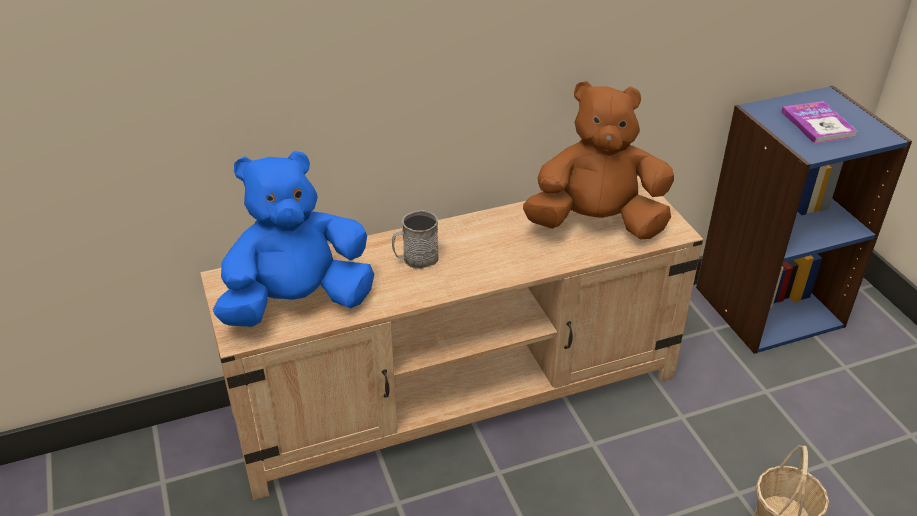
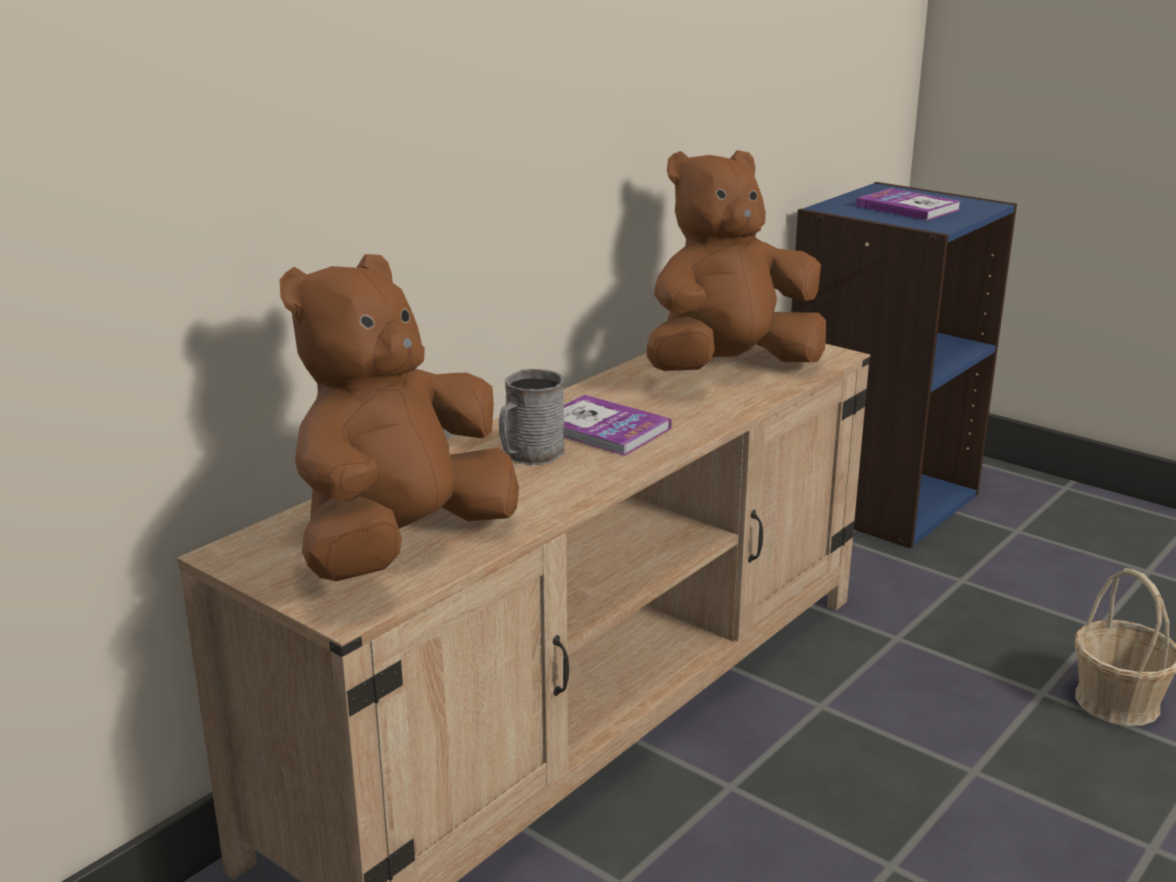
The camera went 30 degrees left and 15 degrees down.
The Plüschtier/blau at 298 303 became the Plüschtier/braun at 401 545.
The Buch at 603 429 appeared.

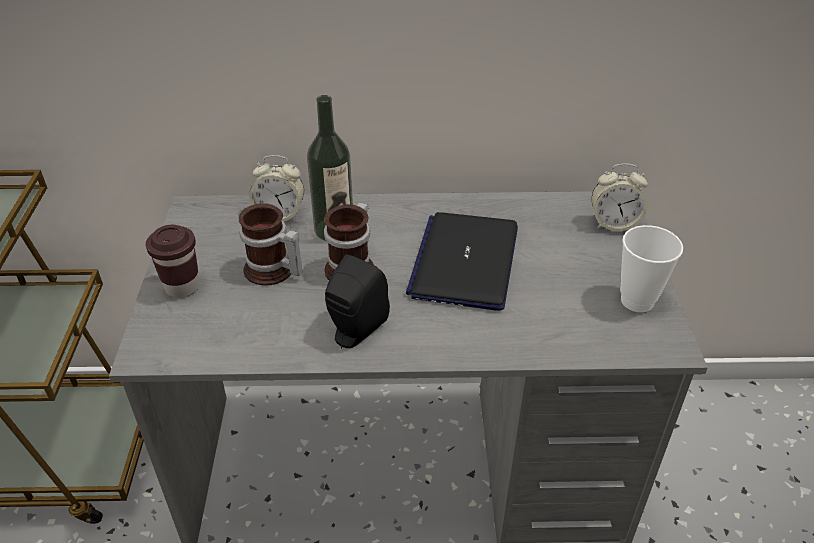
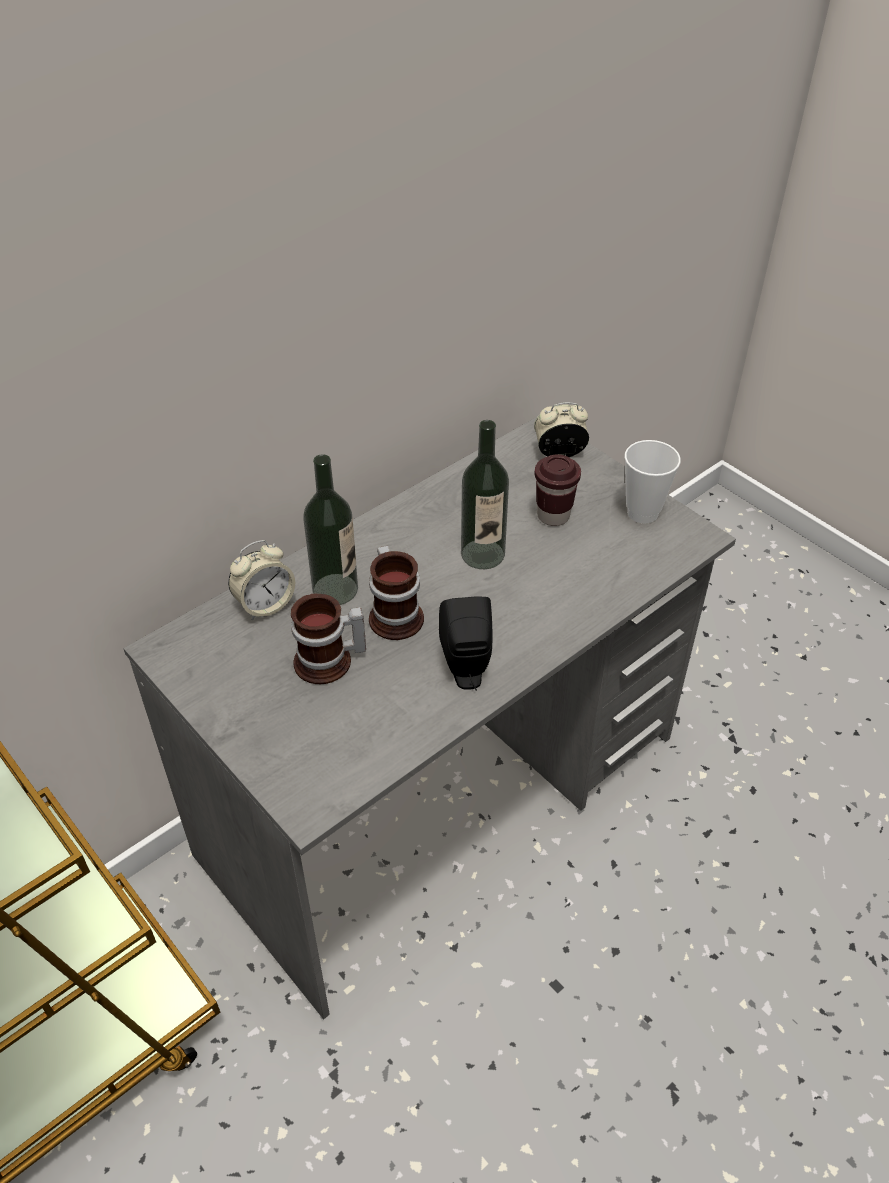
The camera went 40 degrees left and 5 degrees up.
The Tasse/braun moved from 182 287 to 553 516.
The Laptop at 465 261 was replaced by the Flasche at 482 554.
The Wecker at 613 224 turned 150 degrees counterclockwise.

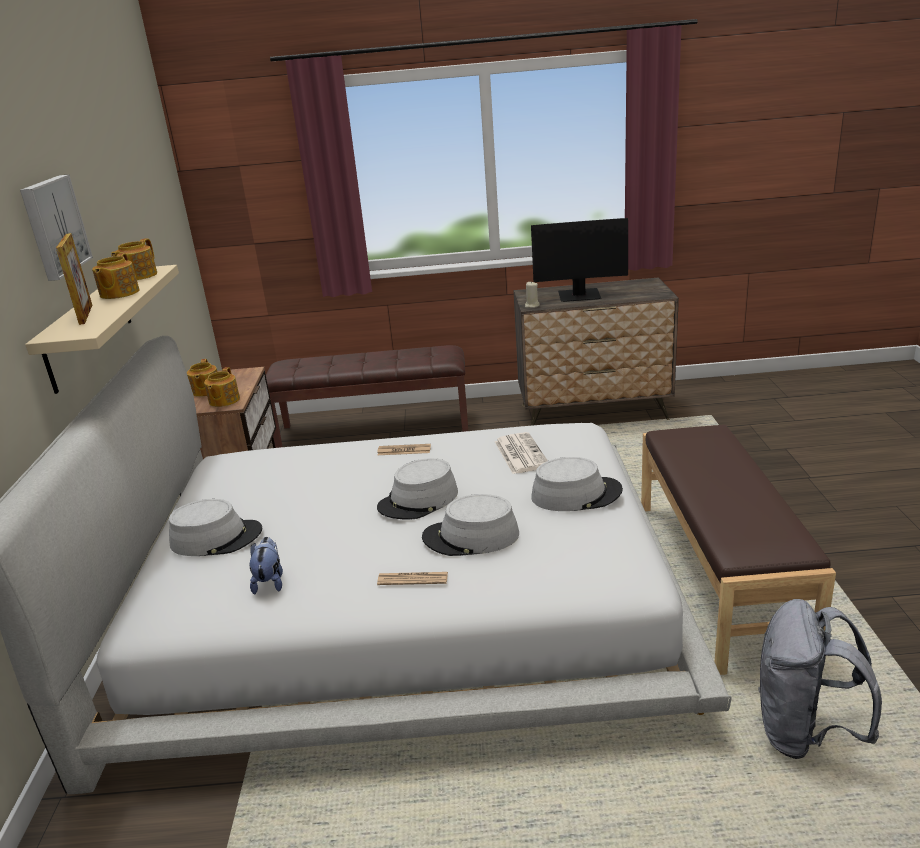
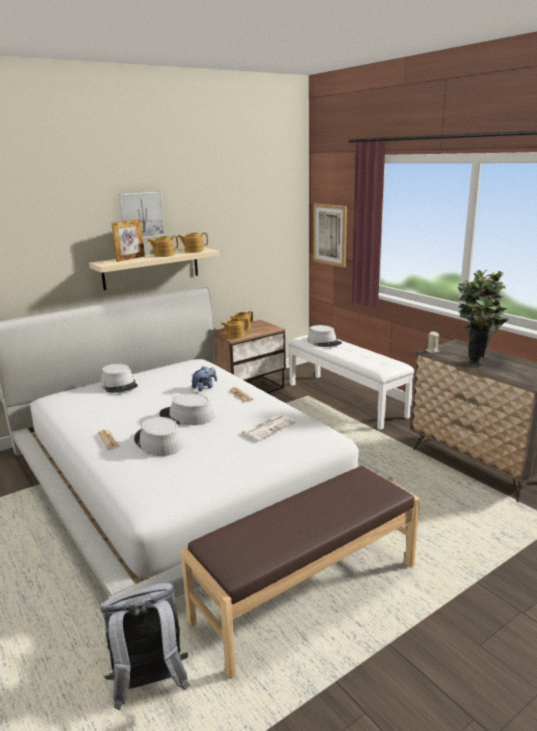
The camera went 55 degrees right and 5 degrees down.
The Plüschtier moved from 270 581 to 205 387.
The Bank/braun at 374 429 became the Bank/weiß at 346 399.
The Monitor at 579 296 was replaced by the Topfpflanze at 477 359.
The Hut/grau moved from 576 494 to 324 342.
The Bild at 329 234 appeared.

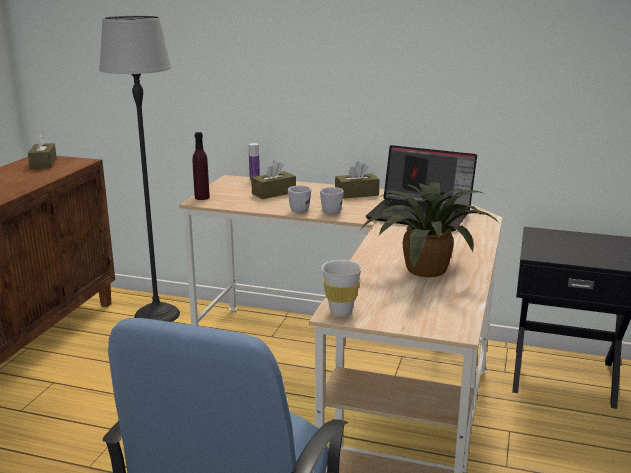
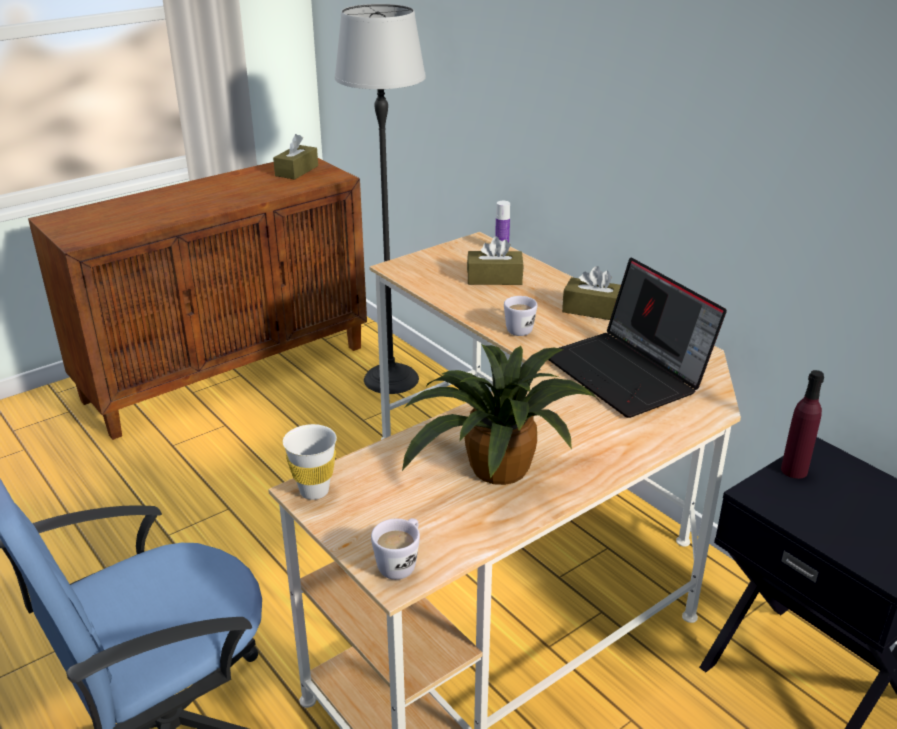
The camera went 35 degrees right and 10 degrees up.
The Flasche/lila moved from 202 197 to 794 470.
The Henkelbecher/weiß moved from 299 209 to 401 563.

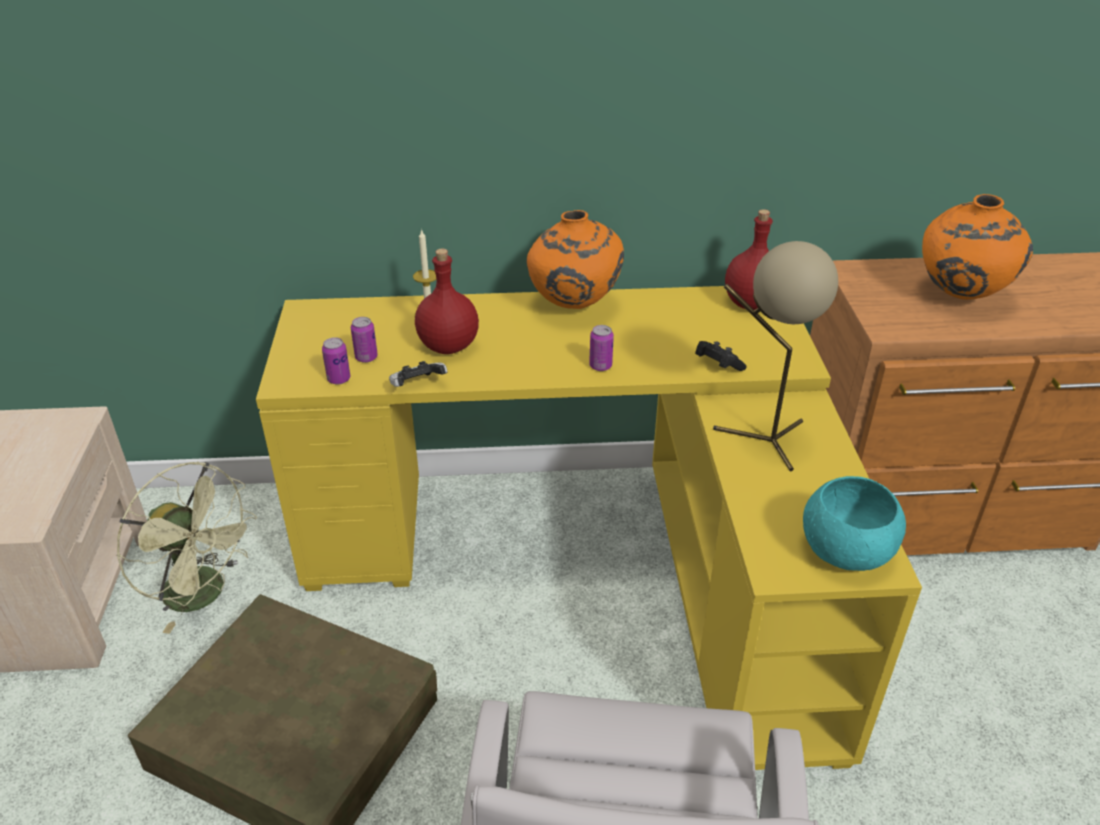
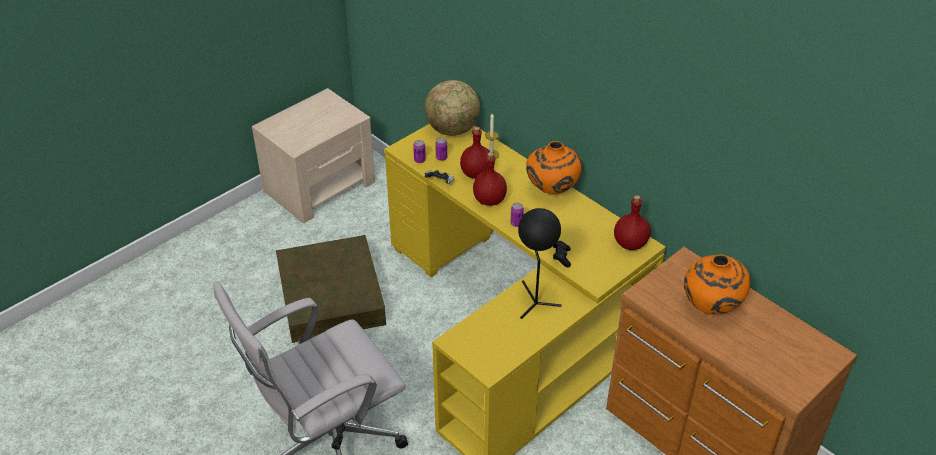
The camera went 50 degrees right and 5 degrees up.
The Ventilator/grün at 205 594 disappeared.
The Tischlampe/beige at 764 440 became the Tischlampe/schwarz at 534 300.
The Schüssel/türkis at 845 551 disappeared.
The Globus at 453 130 appeared.
The Flasche/rot at 489 200 appeared.

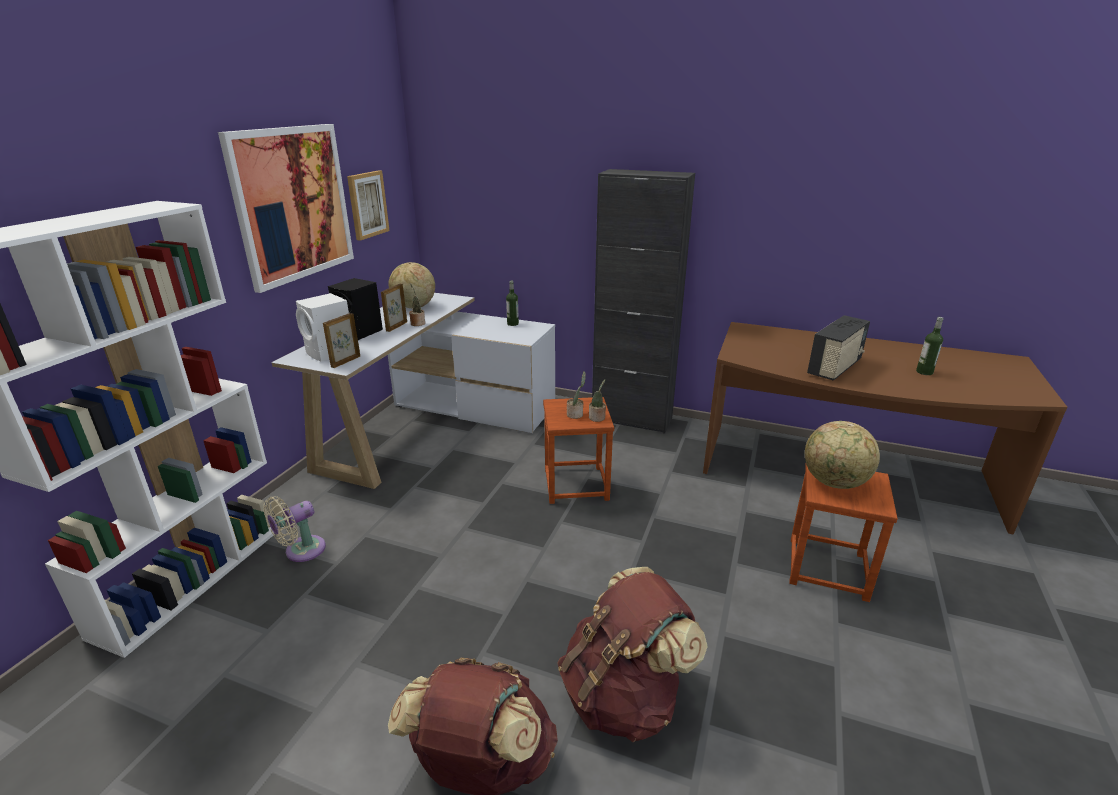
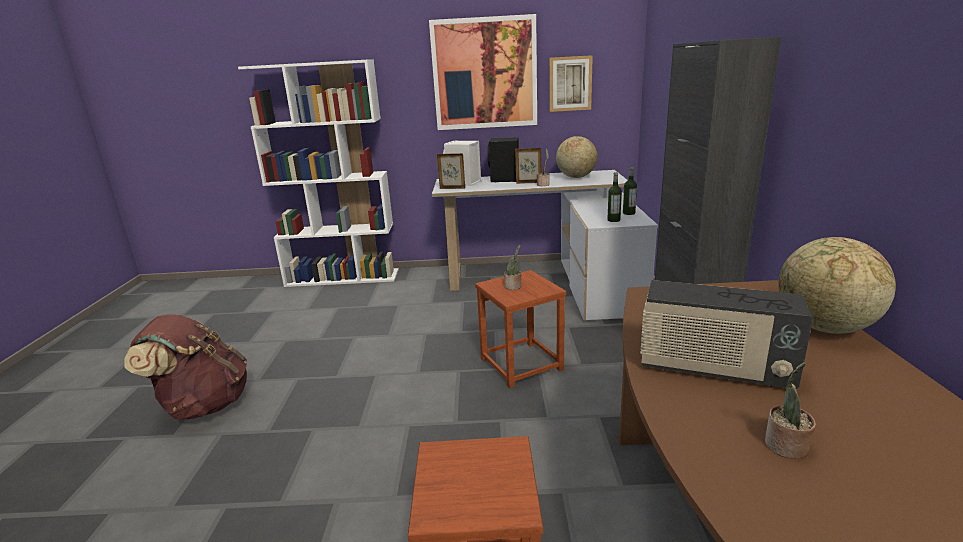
The camera went 70 degrees right and 5 degrees down.
The Ventilator/beige at 301 551 disappeared.
The Rucksack/braun at 623 696 disappeared.
The Topfpflanze moved from 597 418 to 785 447.
The Globus moved from 834 483 to 824 328.
The Flasche moved from 924 372 to 613 220.

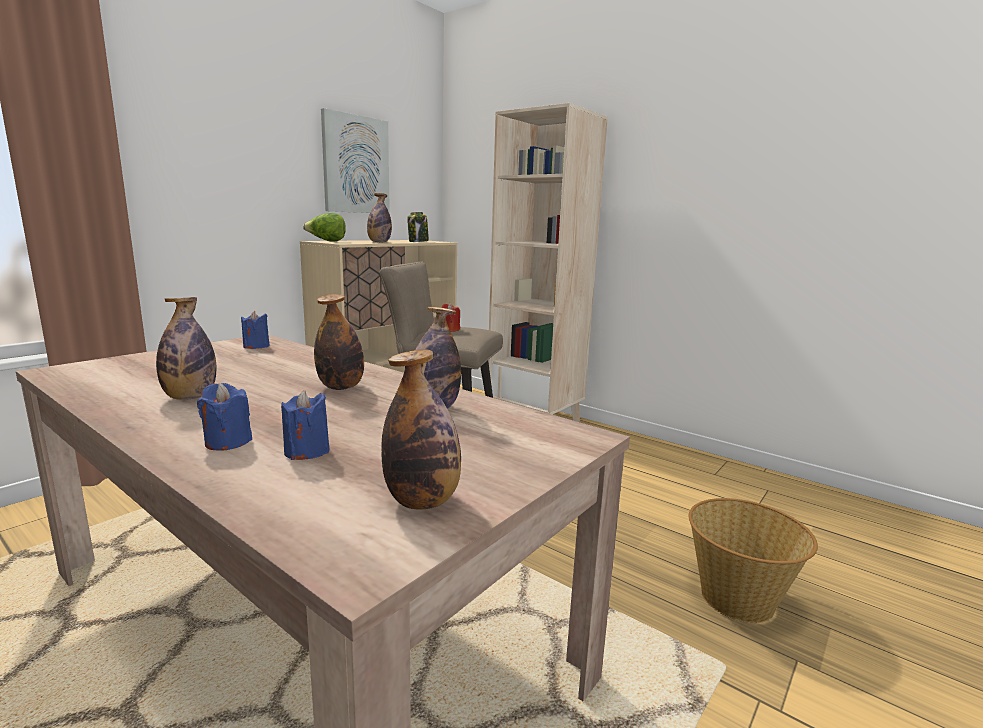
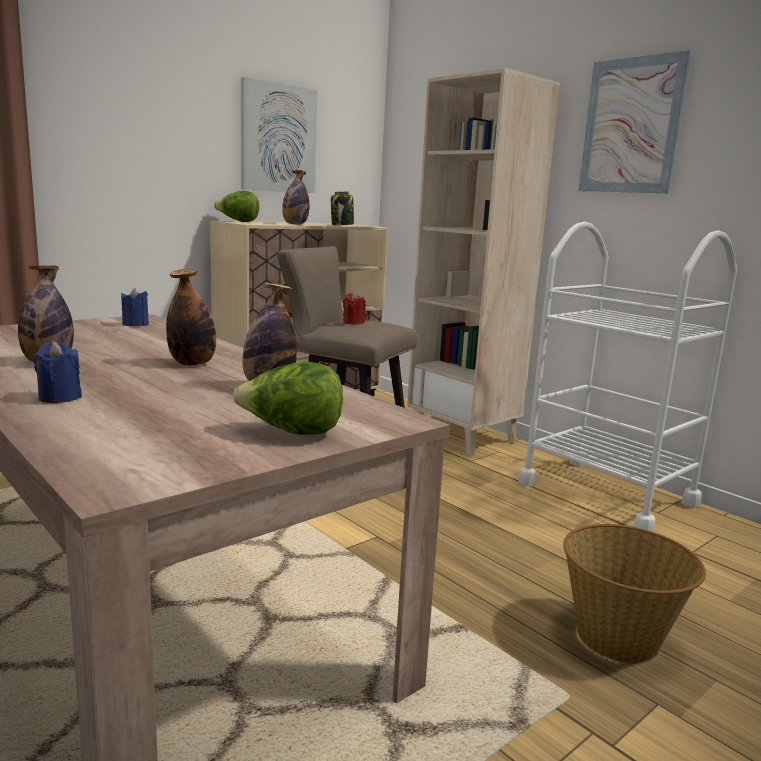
The camera went 10 degrees right and 0 degrees up.
The Kerze/blau at 307 451 disappeared.
The Flasche at 422 501 disappeared.
The Salatkopf at 292 433 appeared.
The Rollwagen/weiß at 607 493 appeared.
The Bild at 631 126 appeared.

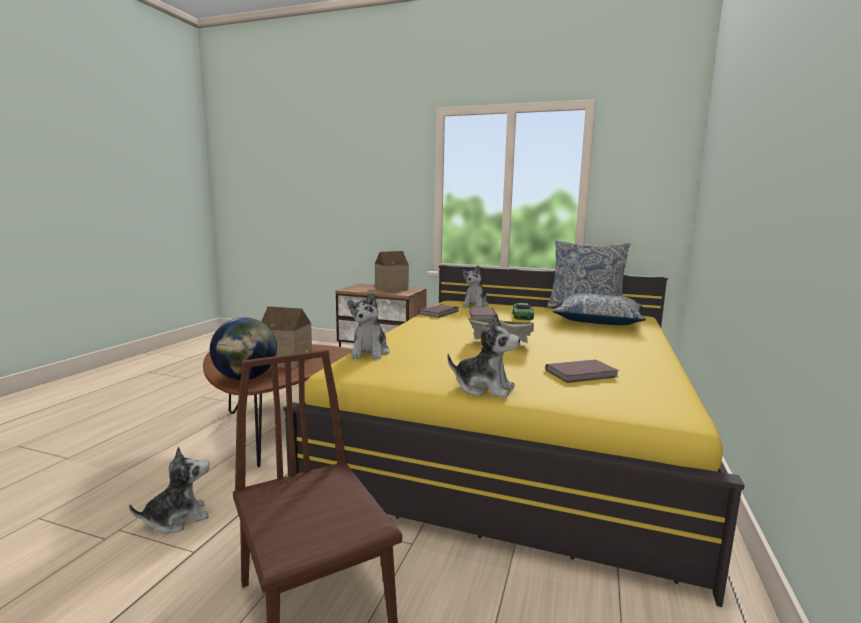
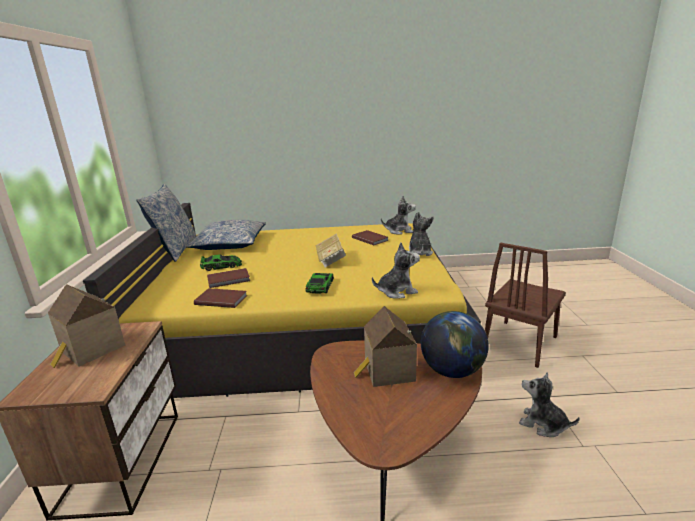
The camera went 110 degrees left and 10 degrees up.
The Plüschtier moved from 475 305 to 399 231.
The Spielzeugauto at 320 286 appeared.

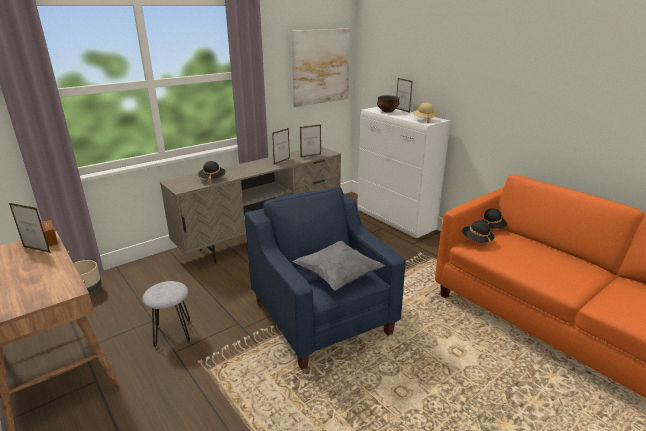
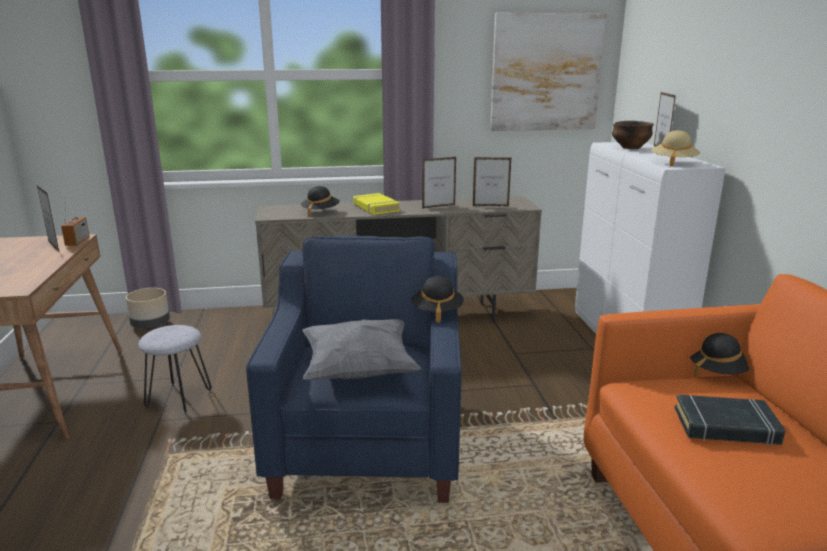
The camera went 30 degrees right and 5 degrees down.
The Hut/schwarz moved from 476 240 to 436 311.
The Buch/gelb at 375 208 appeared.
The Buch/schwarz at 726 426 appeared.

